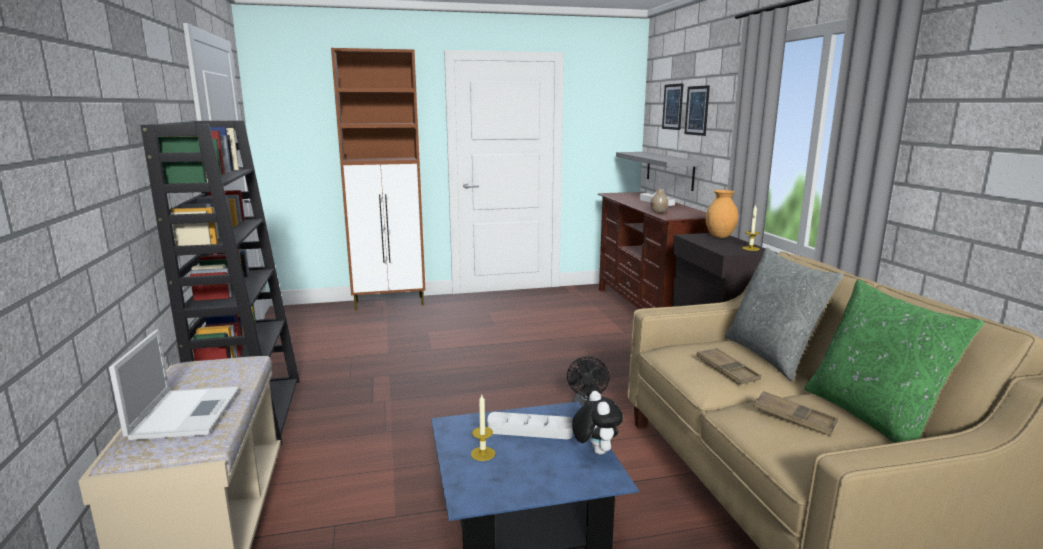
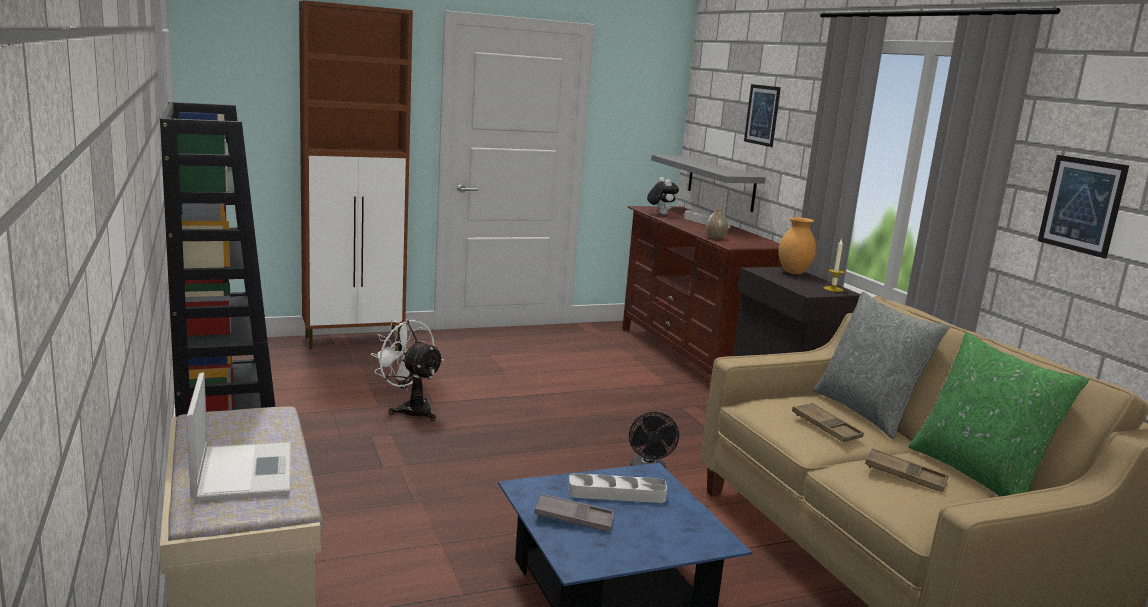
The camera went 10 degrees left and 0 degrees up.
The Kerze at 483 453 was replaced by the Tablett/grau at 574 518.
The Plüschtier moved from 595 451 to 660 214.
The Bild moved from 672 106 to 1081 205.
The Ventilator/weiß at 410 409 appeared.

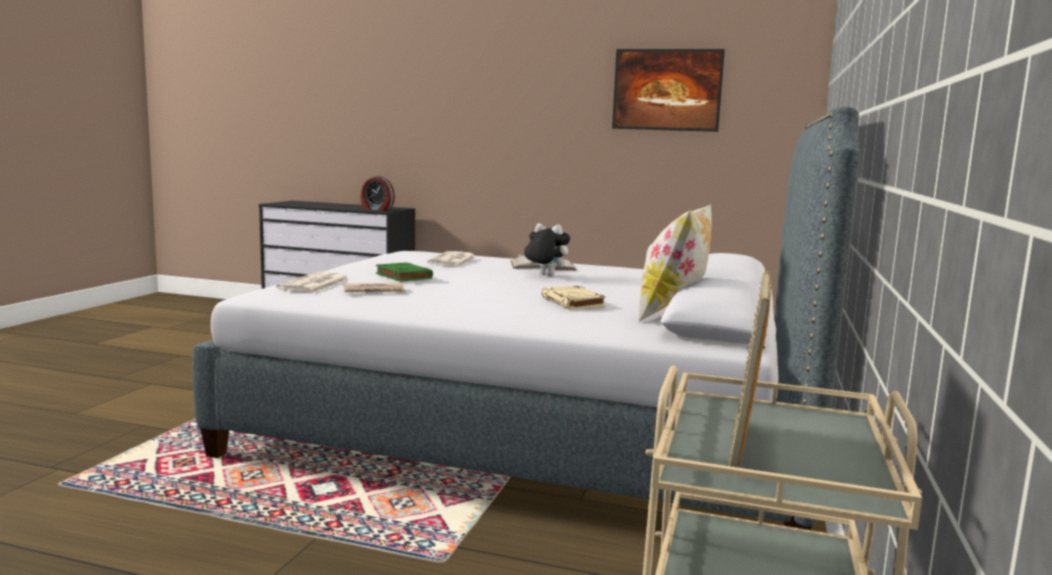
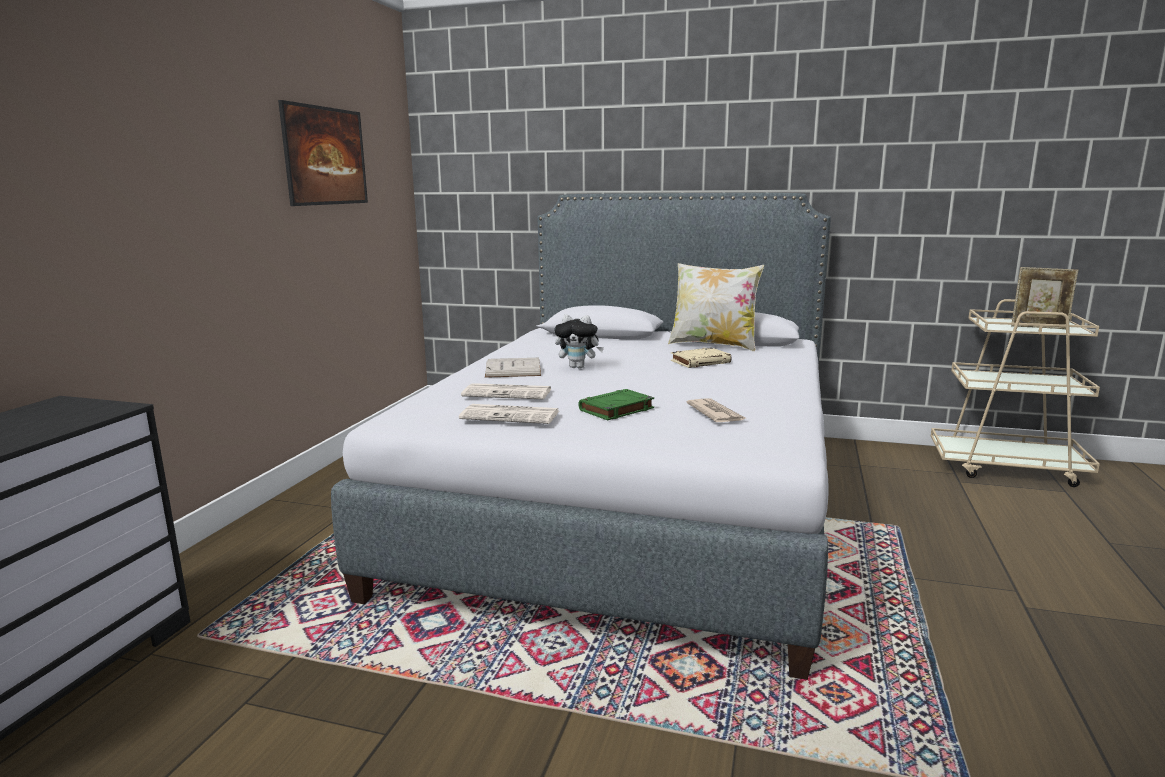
The camera went 90 degrees left and 5 degrees up.
The Zeitung moved from 314 284 to 511 415.
The Wecker at 376 209 disappeared.
The Plüschtier at 544 275 turned 105 degrees counterclockwise.

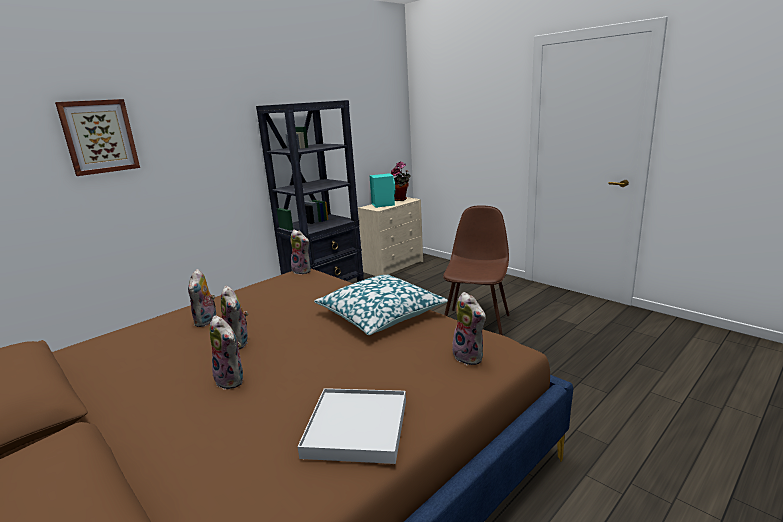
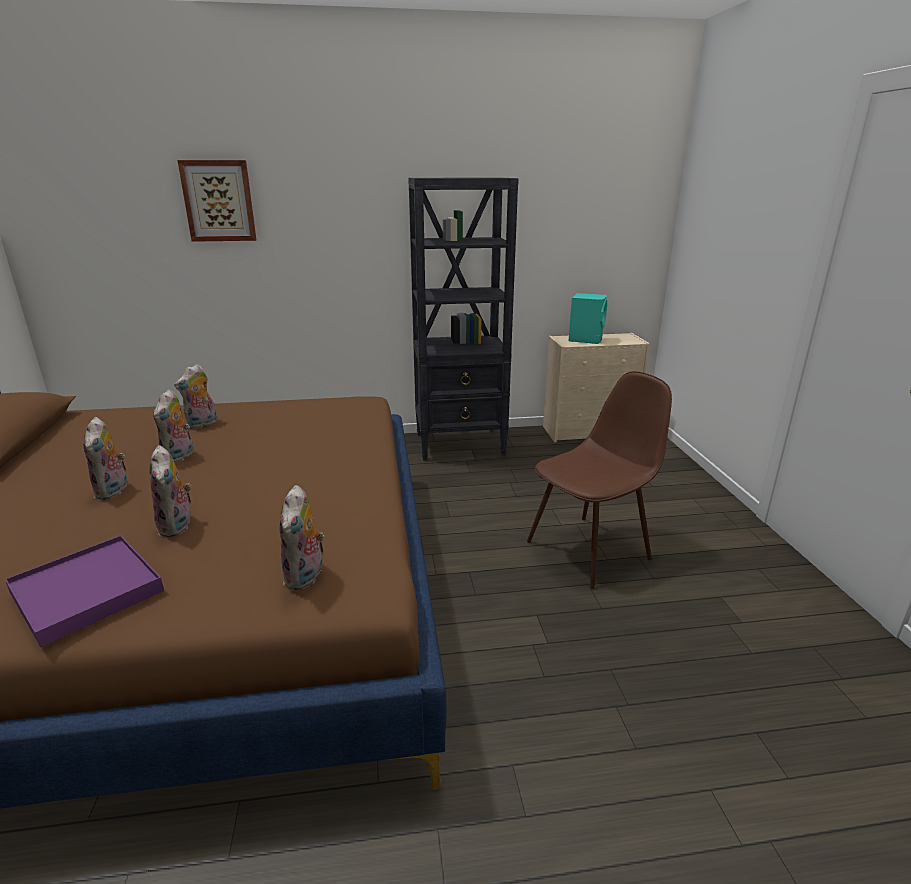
The camera went 35 degrees right and 5 degrees up.
The Plüschtier moved from 303 271 to 178 526.
The Tablett/weiß at 356 428 became the Tablett/lila at 87 591.
The Kissen at 380 314 disappeared.
The Topfpflanze at 401 199 disappeared.

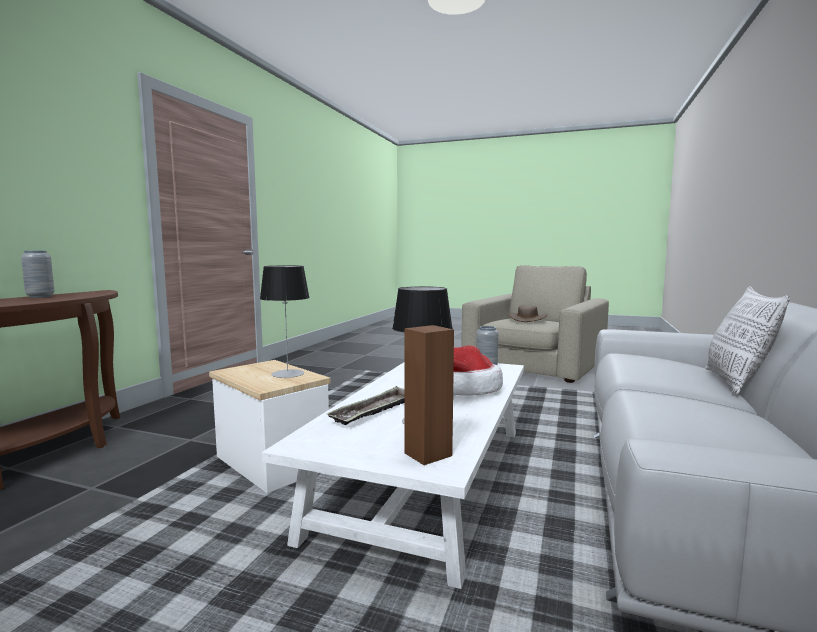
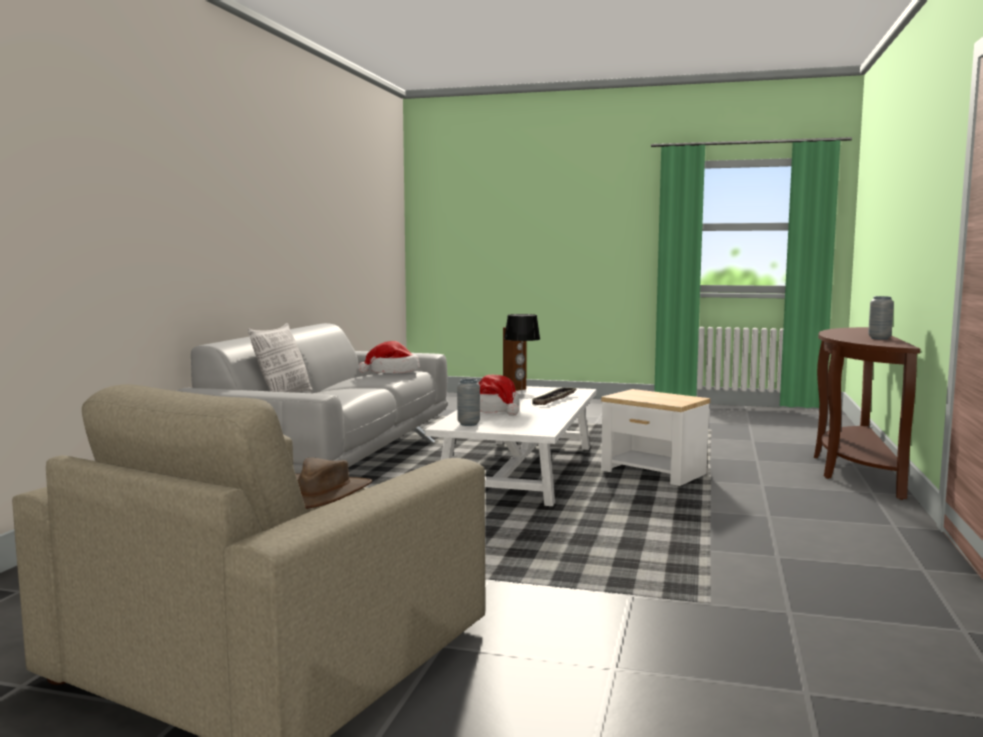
The camera went 175 degrees right and 0 degrees up.
The Tischlampe at 287 373 disappeared.
The Hut at 392 372 appeared.

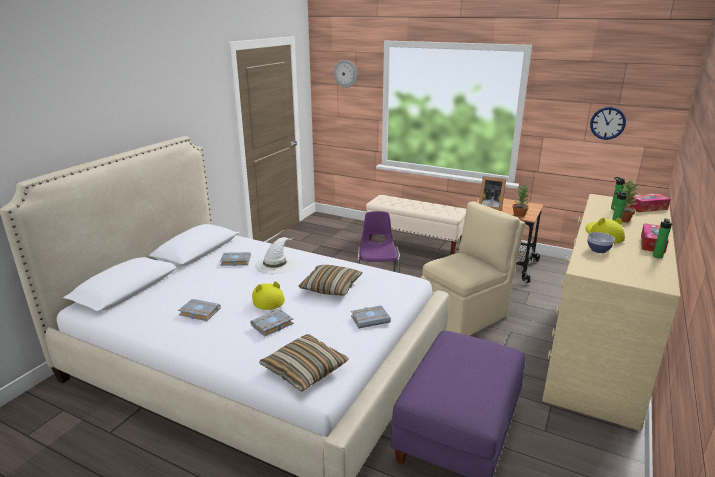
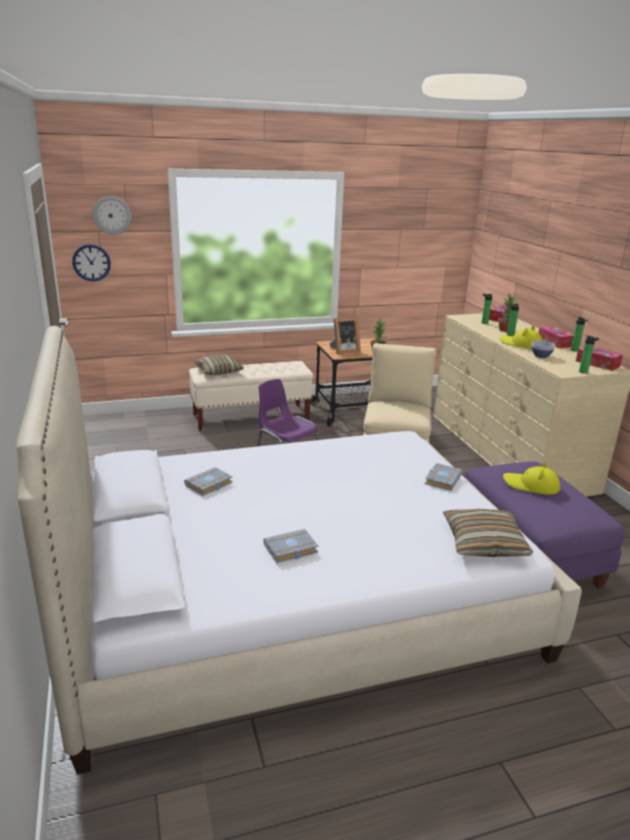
The camera went 45 degrees left and 0 degrees up.
The Buch/grau at 272 325 disappeared.
The Hut/gelb moved from 267 299 to 531 485.
The Hut/weiß at 275 264 disappeared.
The Kissen moved from 331 287 to 219 371.
The Wanduhr moved from 607 123 to 91 262.
The Taschentuchbox at 597 363 appeared.
The Flasche at 584 372 appeared.

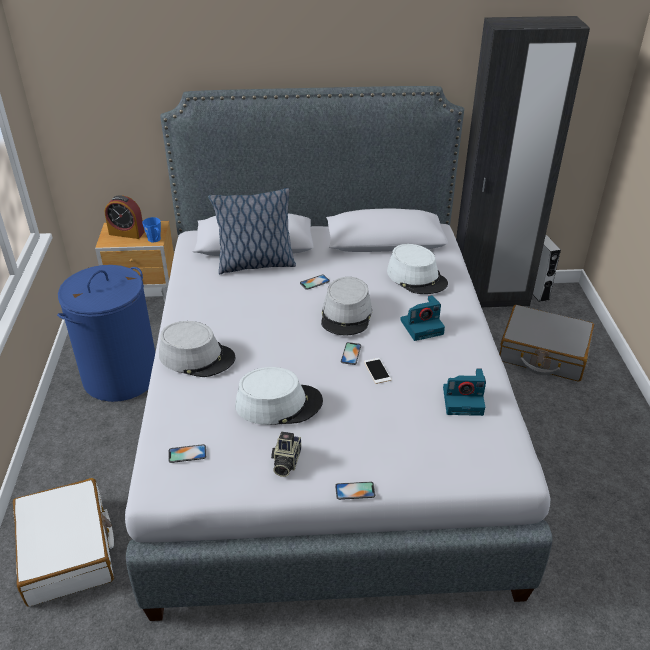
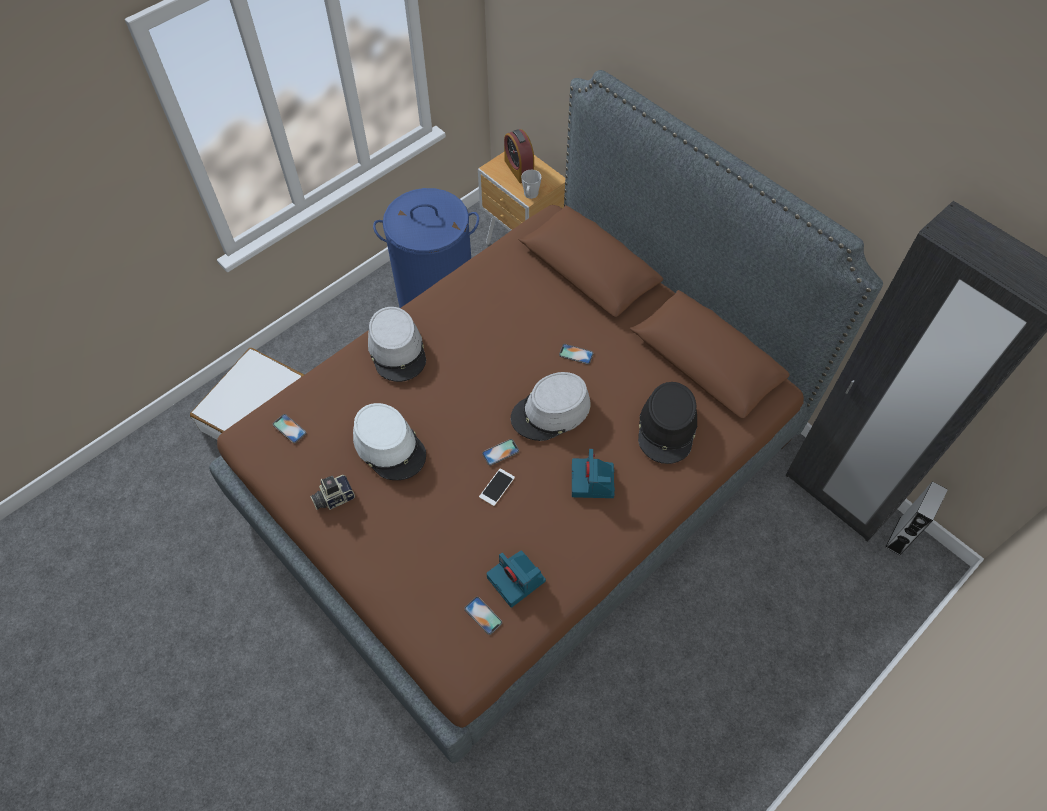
The camera went 50 degrees right and 20 degrees up.
The Bett/grau at 323 419 became the Bett/braun at 523 473.
The Henkelbecher/blau at 155 240 became the Henkelbecher/grau at 530 195.
The Kissen at 255 264 disappeared.
The Handy moved from 355 491 to 483 615.
The Hut/weiß at 417 277 became the Hut/schwarz at 667 428.
The Kamera at 422 326 turned 60 degrees clockwise.
The Koffer/grau at 543 353 disappeared.

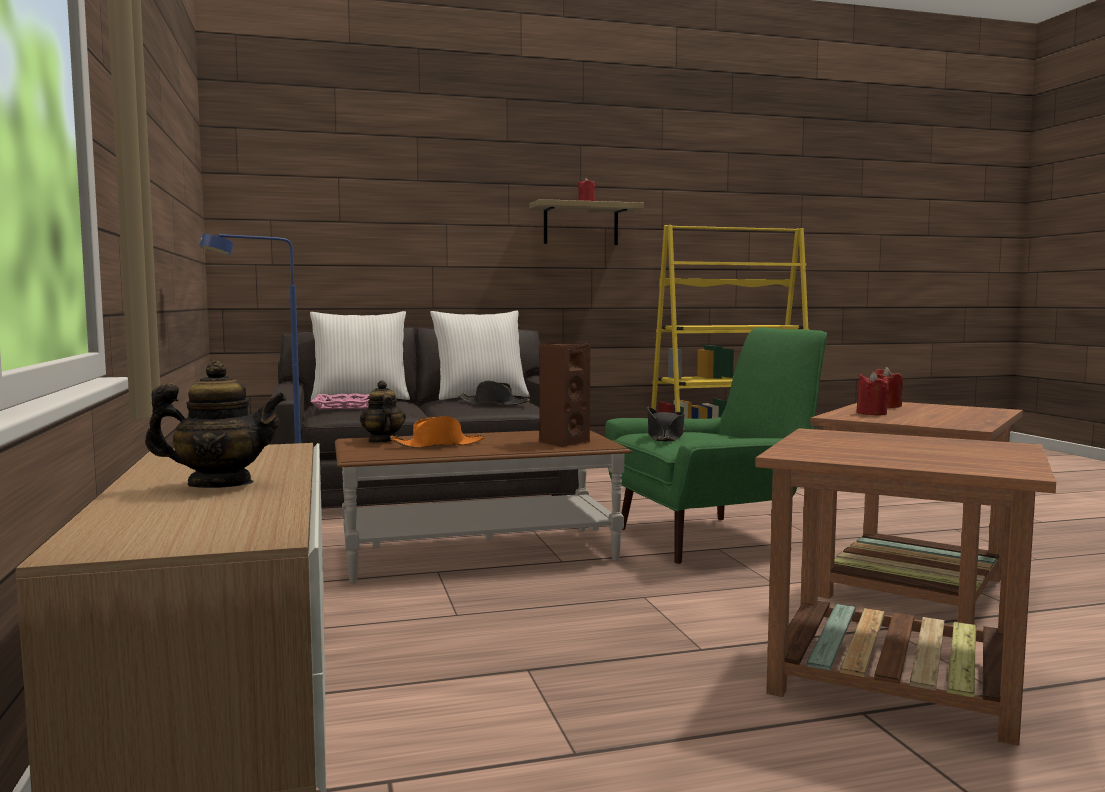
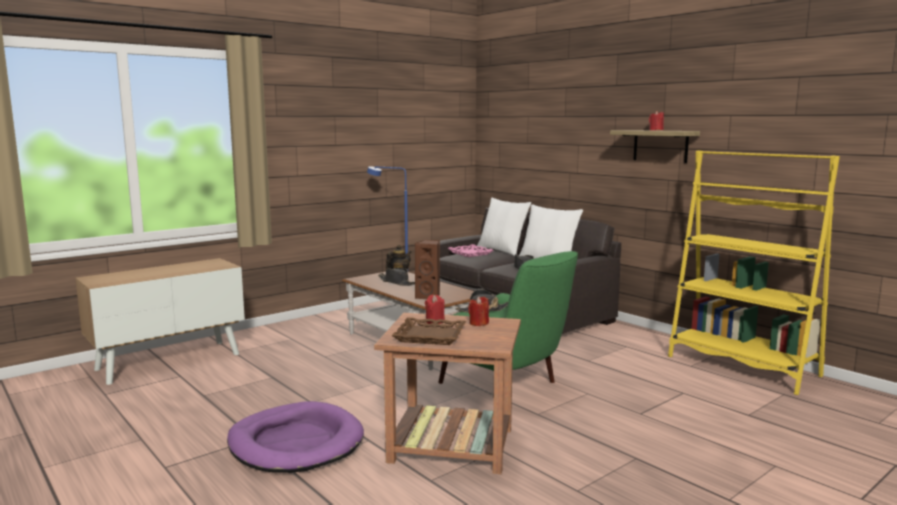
The camera went 65 degrees right and 5 degrees up.
The Teekanne at 220 484 disappeared.
The Hut/orange at 438 445 became the Hut/schwarz at 397 282.
The Beistelltisch/braun at 890 678 was replaced by the Hundebett/lila at 296 443.
The Tablett/braun at 430 336 appeared.

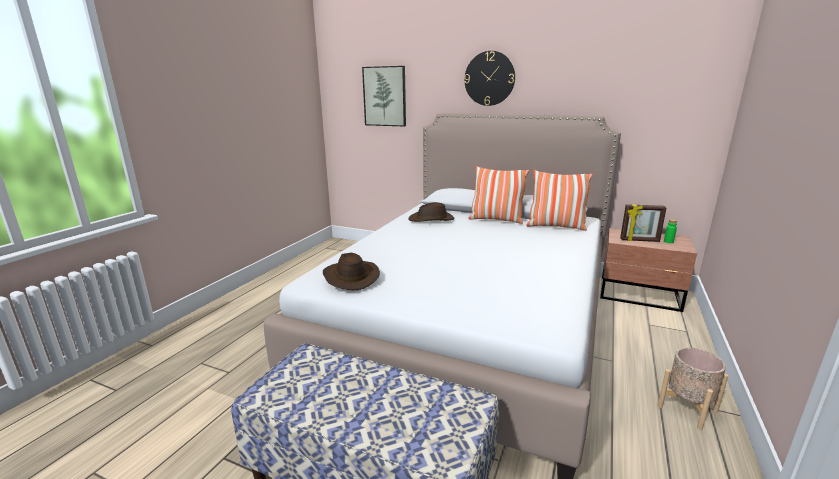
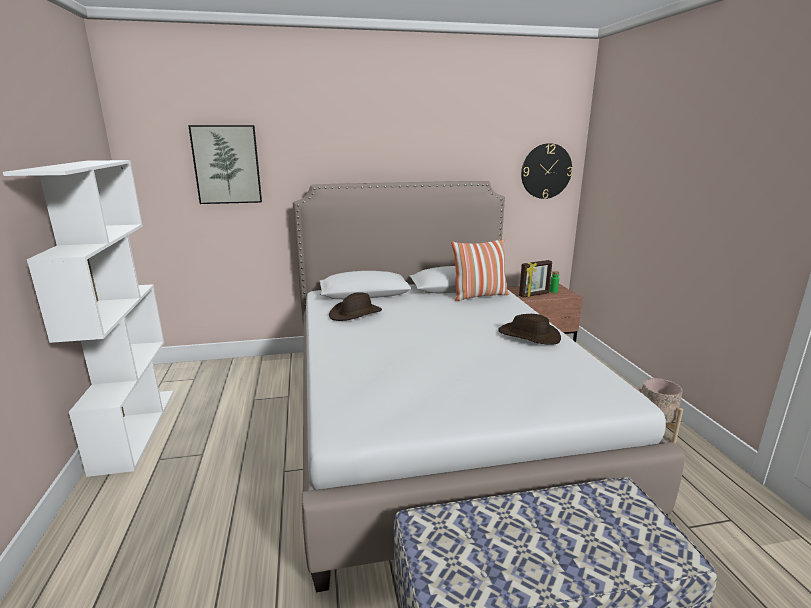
The camera went 35 degrees left and 0 degrees up.
The Hut/braun moved from 350 277 to 529 336.
The Wanduhr moved from 489 78 to 546 171.
The Kissen at 496 220 disappeared.
The Bücherregal/weiß at 135 428 appeared.

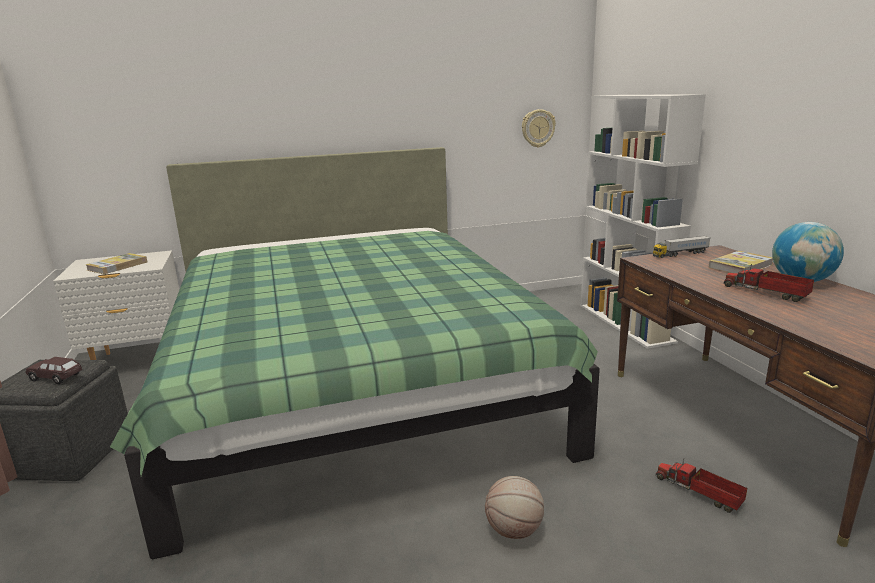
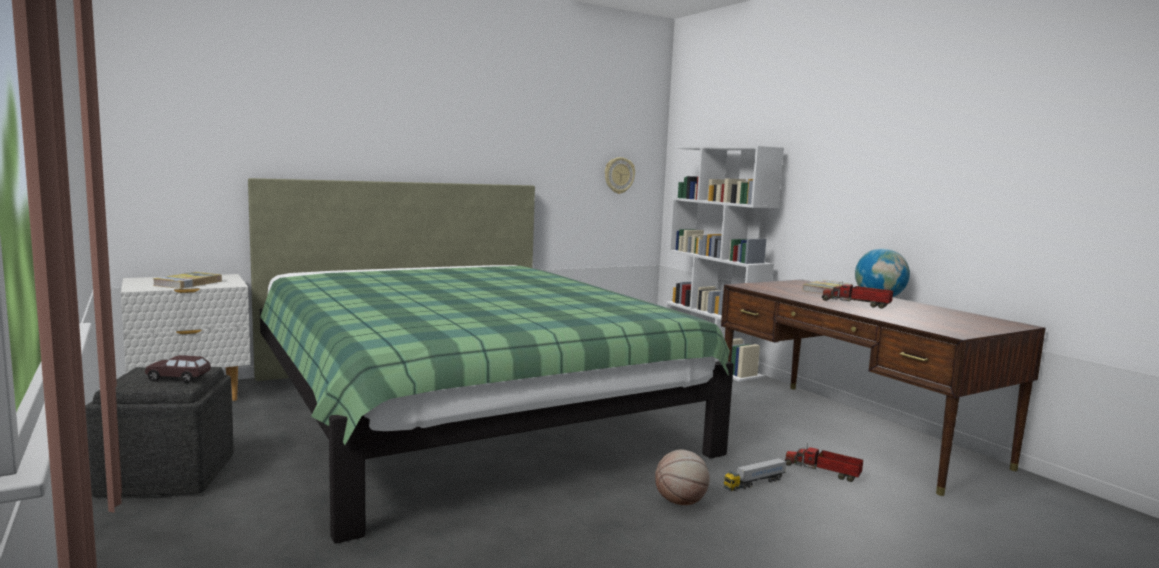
The camera went 15 degrees left and 10 degrees down.
The Spielzeuglaster moved from 680 254 to 754 483.

